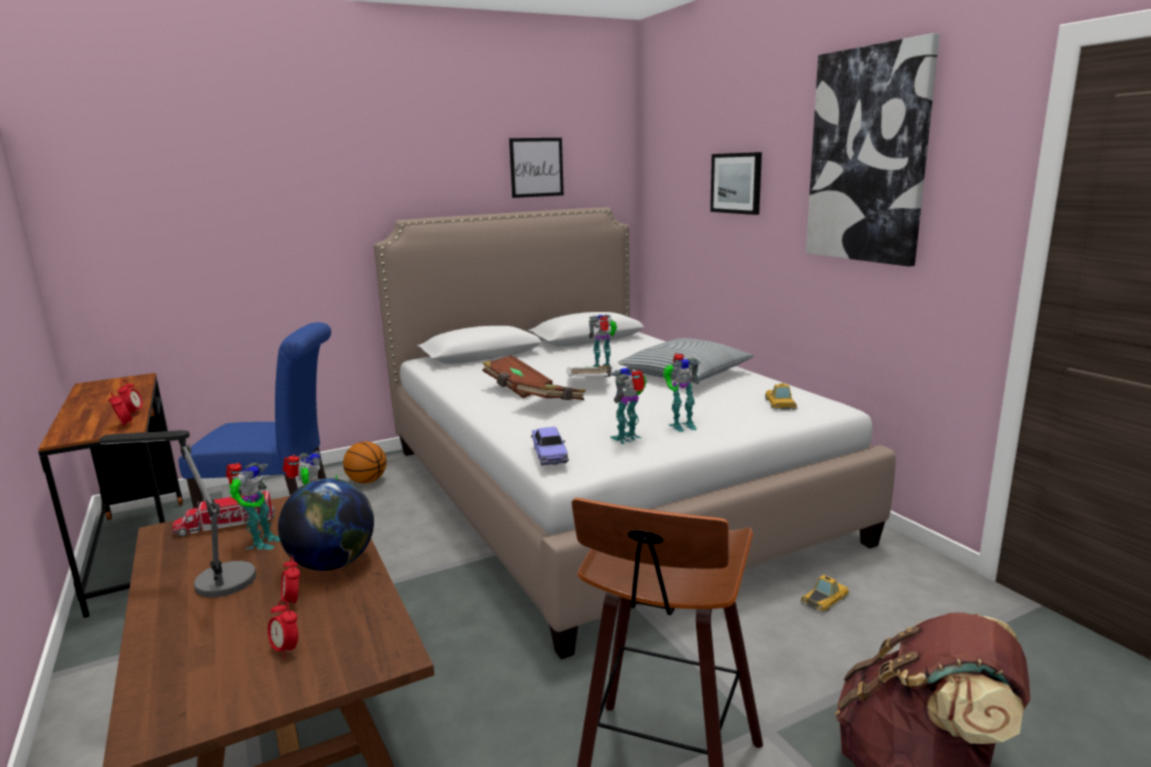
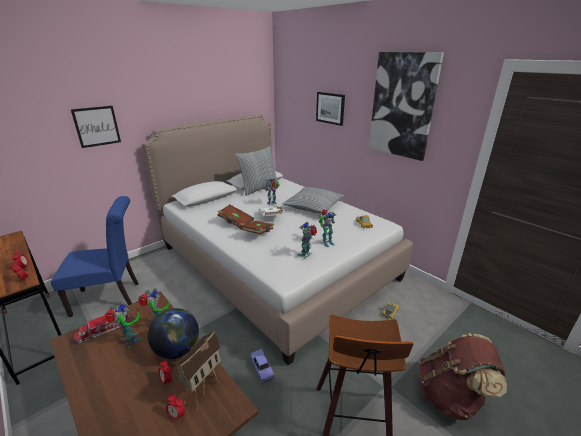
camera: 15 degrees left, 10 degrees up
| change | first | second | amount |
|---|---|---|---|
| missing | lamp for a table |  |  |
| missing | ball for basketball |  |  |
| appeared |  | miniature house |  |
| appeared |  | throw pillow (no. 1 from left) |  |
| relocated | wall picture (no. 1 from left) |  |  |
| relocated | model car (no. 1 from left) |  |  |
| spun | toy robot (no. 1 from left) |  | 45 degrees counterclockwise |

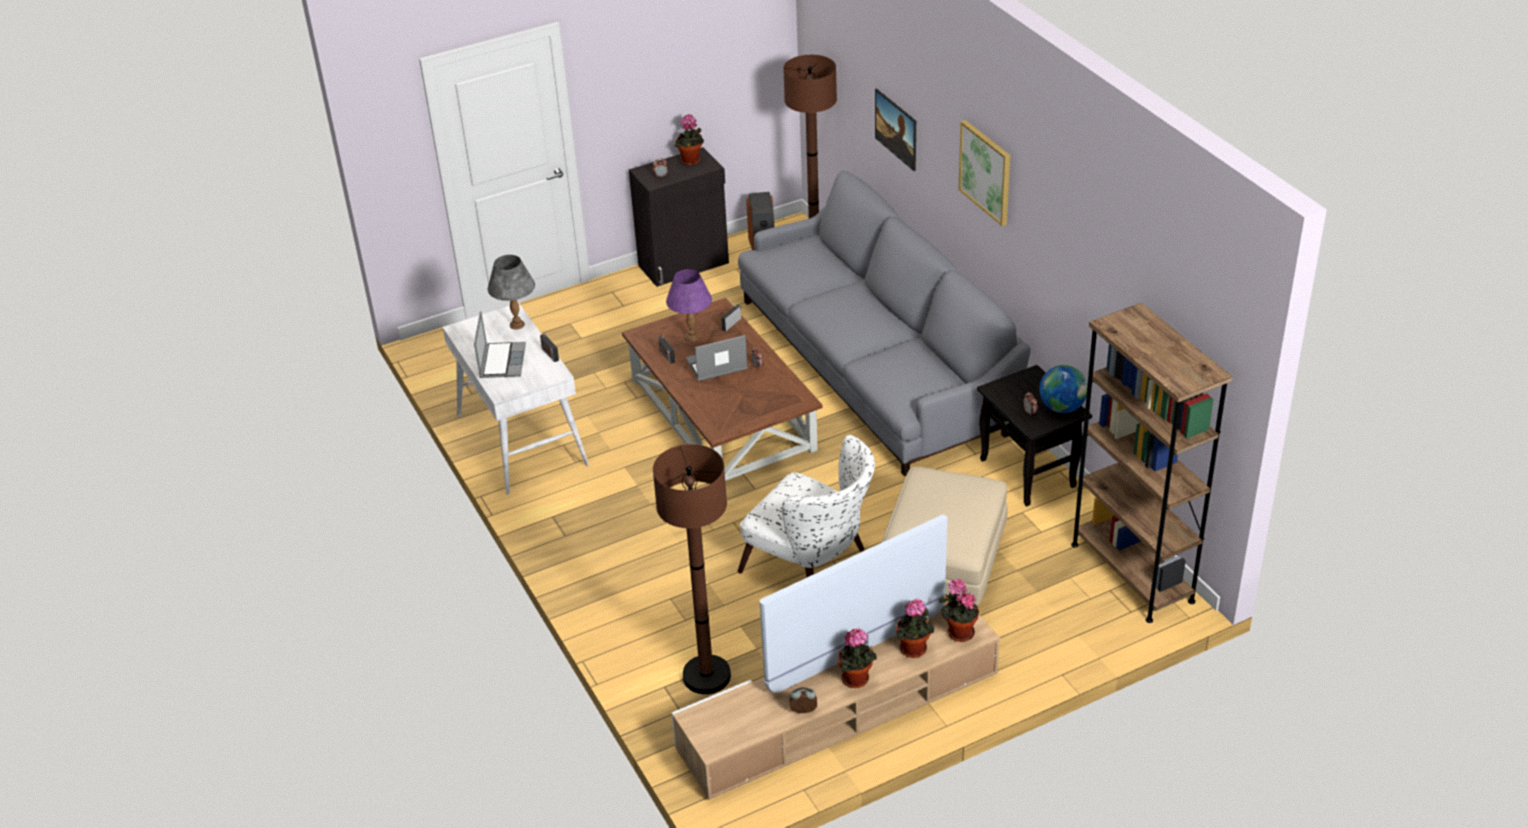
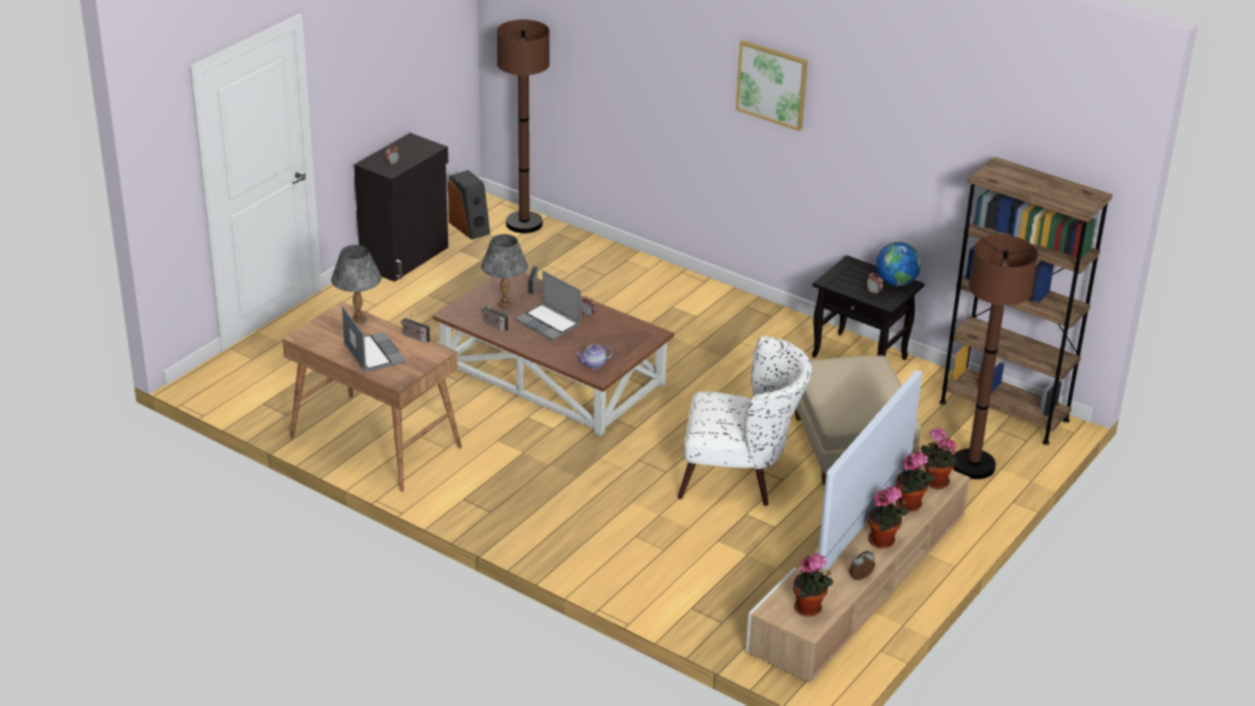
camera: 30 degrees left, 5 degrees down
| change | first | second | amount |
|---|---|---|---|
| missing | sofa (gray) |  |  |
| missing | wall picture (no. 1 from left) |  |  |
| appeared |  | teapot |  |
| relocated | standard lamp (brownish) (no. 1 from left in the first image) | standard lamp (brownish) (no. 2 from left) |  |
| relocated | plant in a pot (no. 1 from left) |  |  |
| colour | desk (white) | desk (brownish) |  |
| colour | lamp for a table (purple) | lamp for a table (gray) (no. 2 from left) |  |
| spun | laptop (no. 2 from left) |  | 90 degrees counterclockwise |

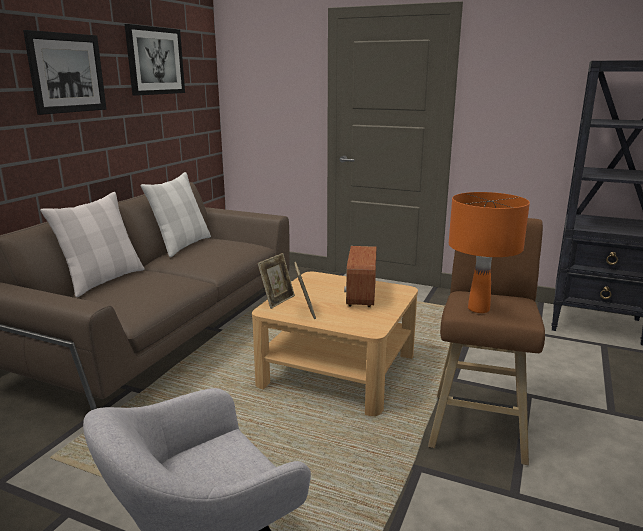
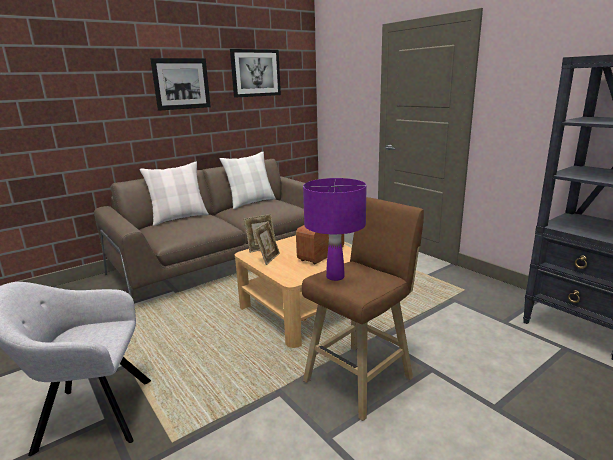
camera: 30 degrees right, 0 degrees up
| change | first | second | amount |
|---|---|---|---|
| colour | lamp for a table (orangey) | lamp for a table (purple) |  |

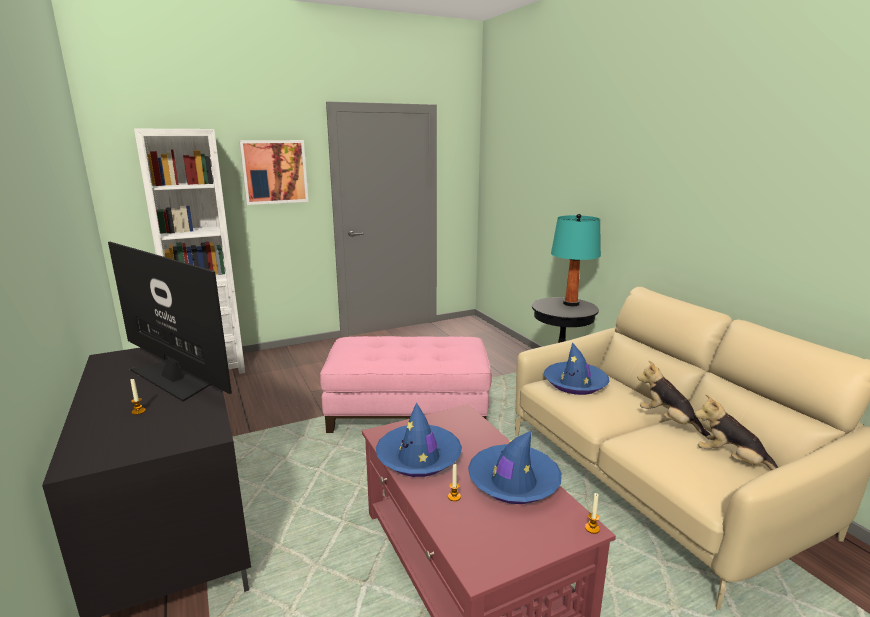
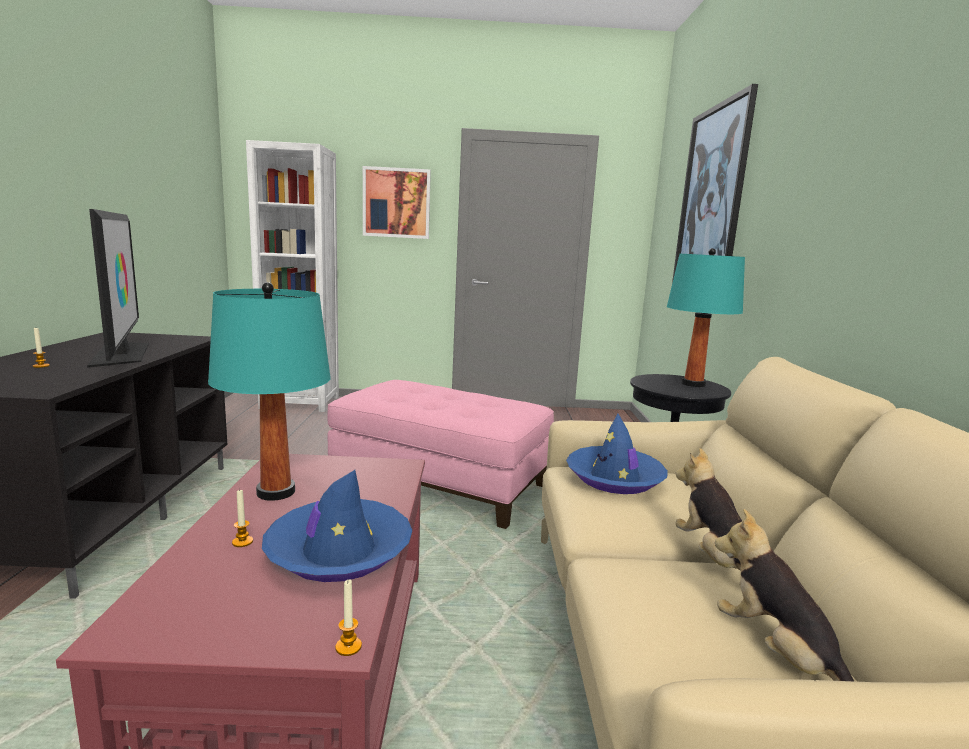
camera: 25 degrees right, 5 degrees down
| change | first | second | amount |
|---|---|---|---|
| appeared |  | wall picture (no. 2 from left) |  |
| exchanged | clothing hat (bluish) (no. 1 from left) | lamp for a table (turquoise-coloured) (no. 1 from left) |  |

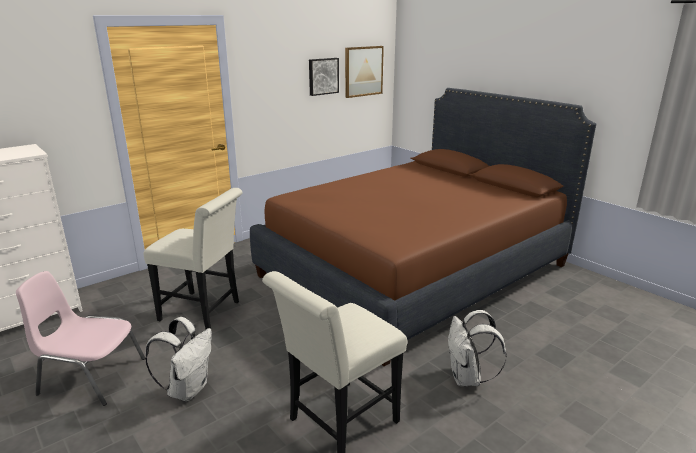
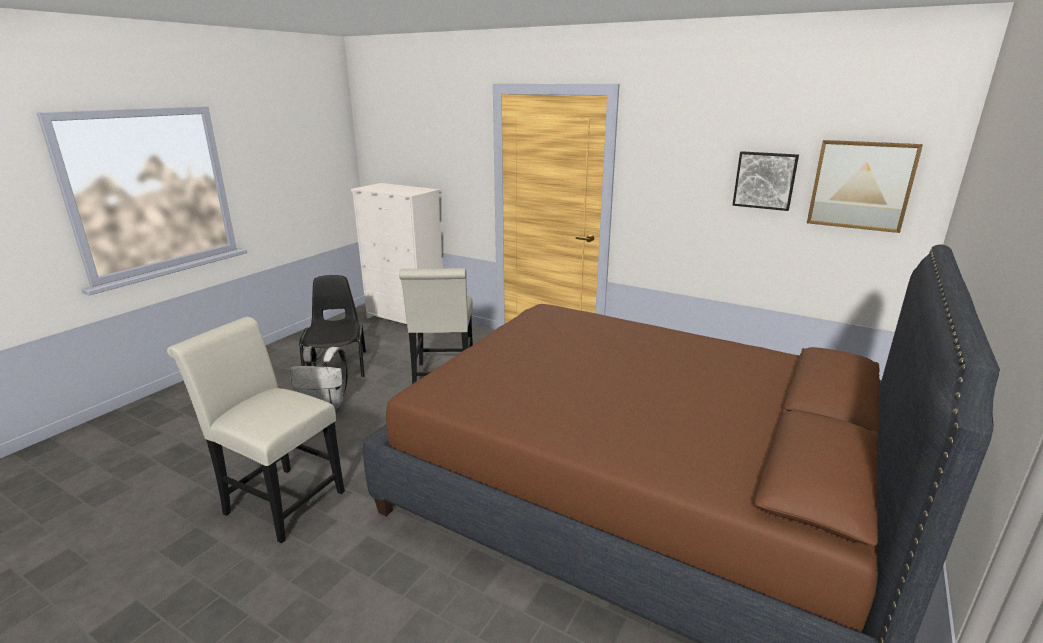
camera: 70 degrees right, 0 degrees up
| change | first | second | amount |
|---|---|---|---|
| missing | backpack (white) (no. 2 from left) |  |  |
| colour | chair (pinkish) | chair (black-coloured) |  |

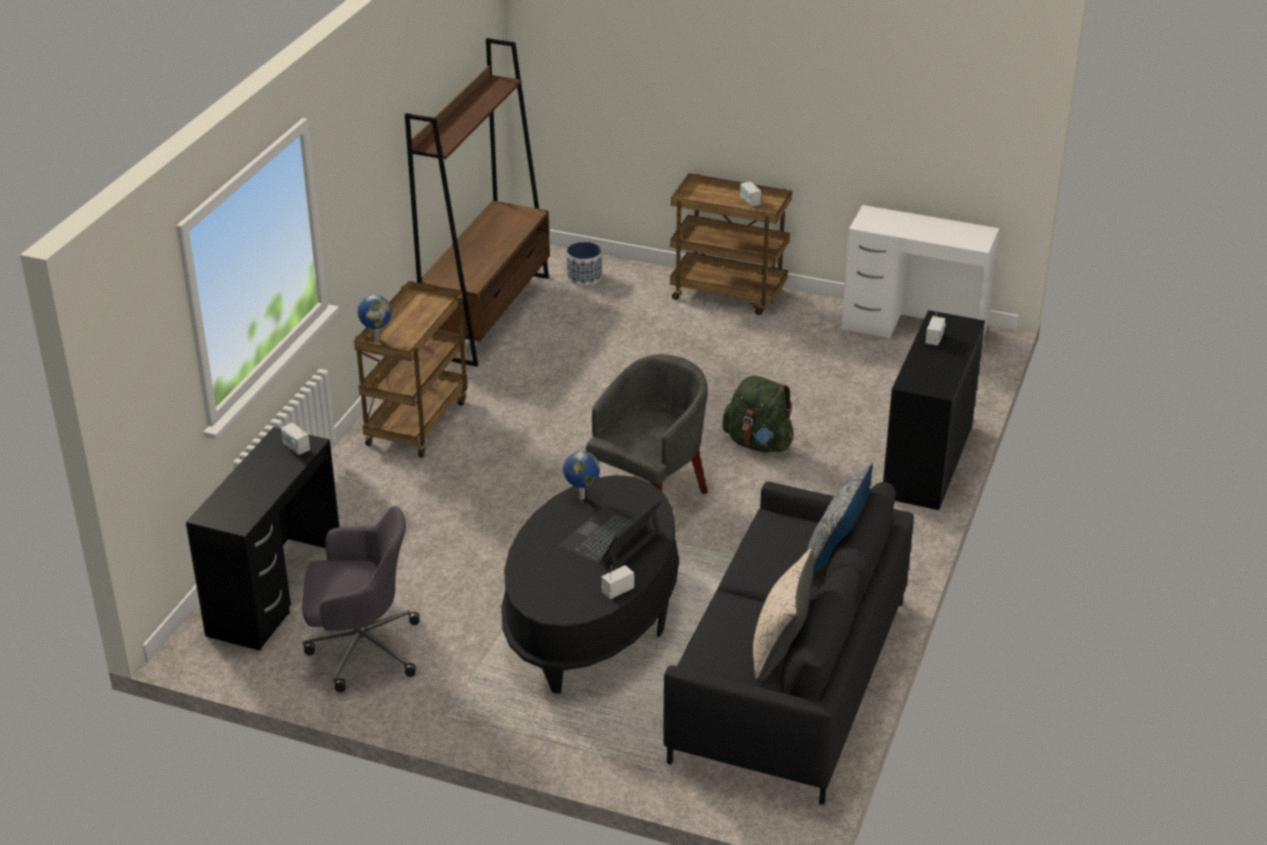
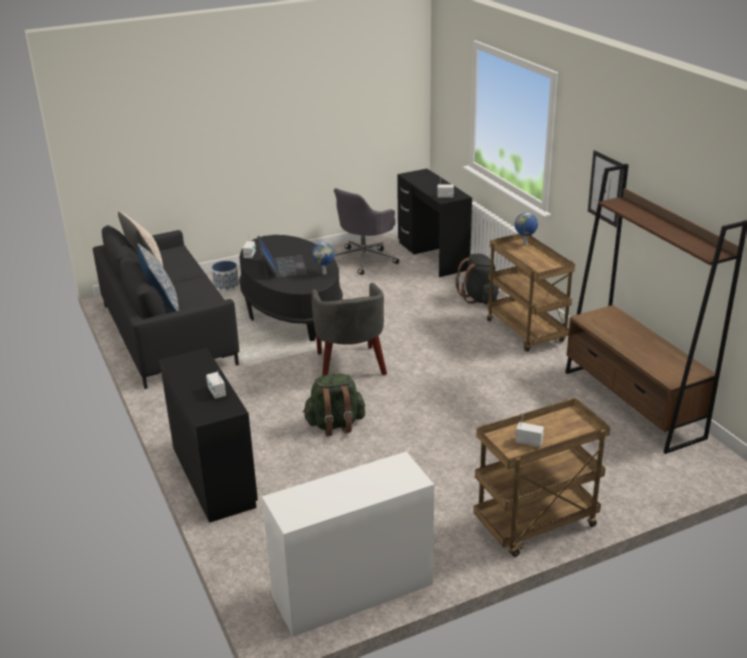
camera: 135 degrees right, 5 degrees down
| change | first | second | amount |
|---|---|---|---|
| appeared |  | backpack (black-coloured) |  |
| appeared |  | wall picture |  |
| relocated | plant pot |  |  |

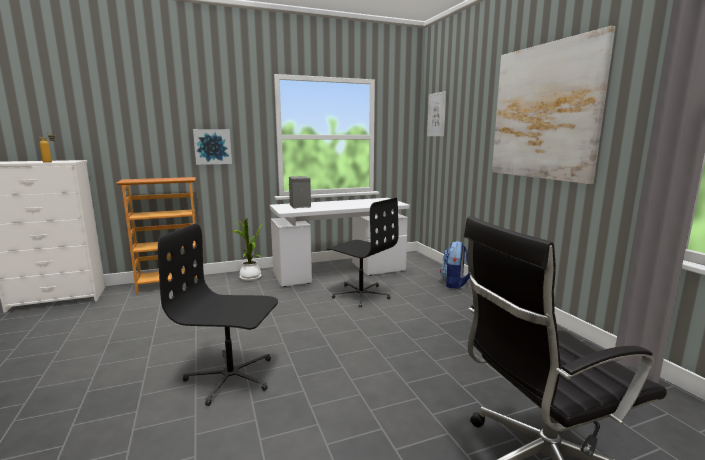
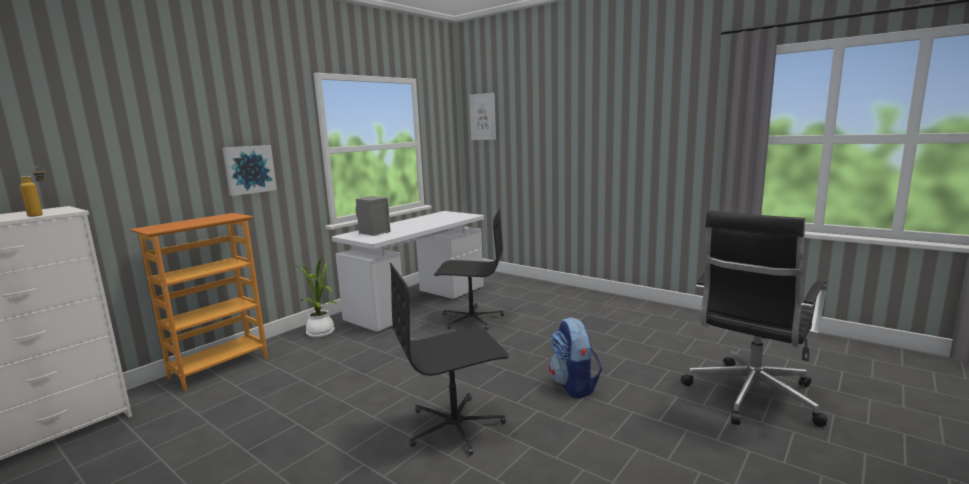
camera: 30 degrees left, 0 degrees up
| change | first | second | amount |
|---|---|---|---|
| missing | wall picture (no. 3 from left) |  |  |
| relocated | backpack |  |  |

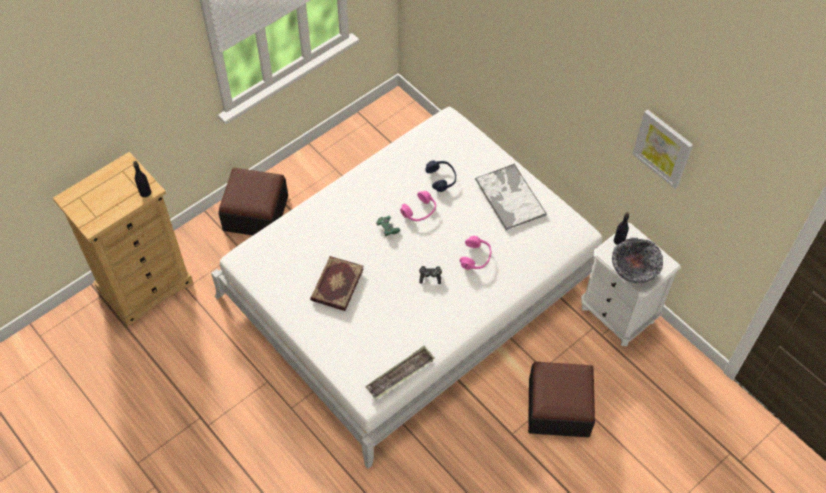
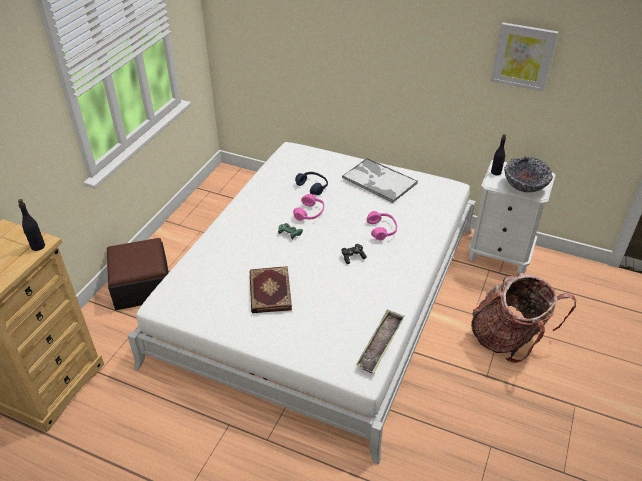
camera: 25 degrees left, 15 degrees down
| change | first | second | amount |
|---|---|---|---|
| exchanged | ottoman (no. 2 from left) | backpack |  |

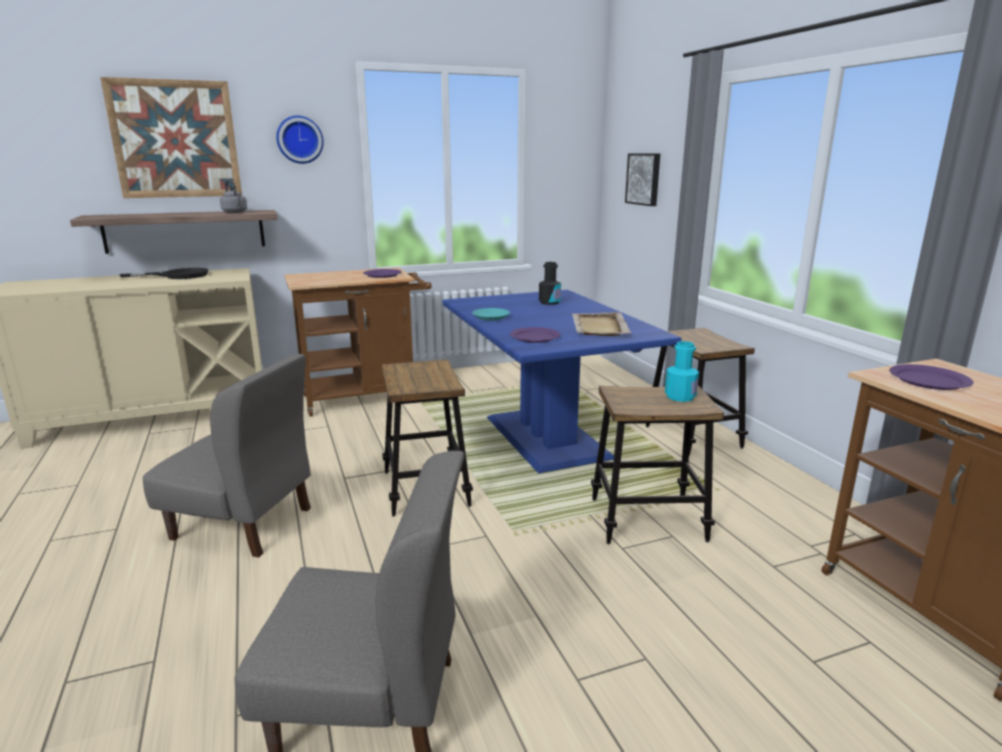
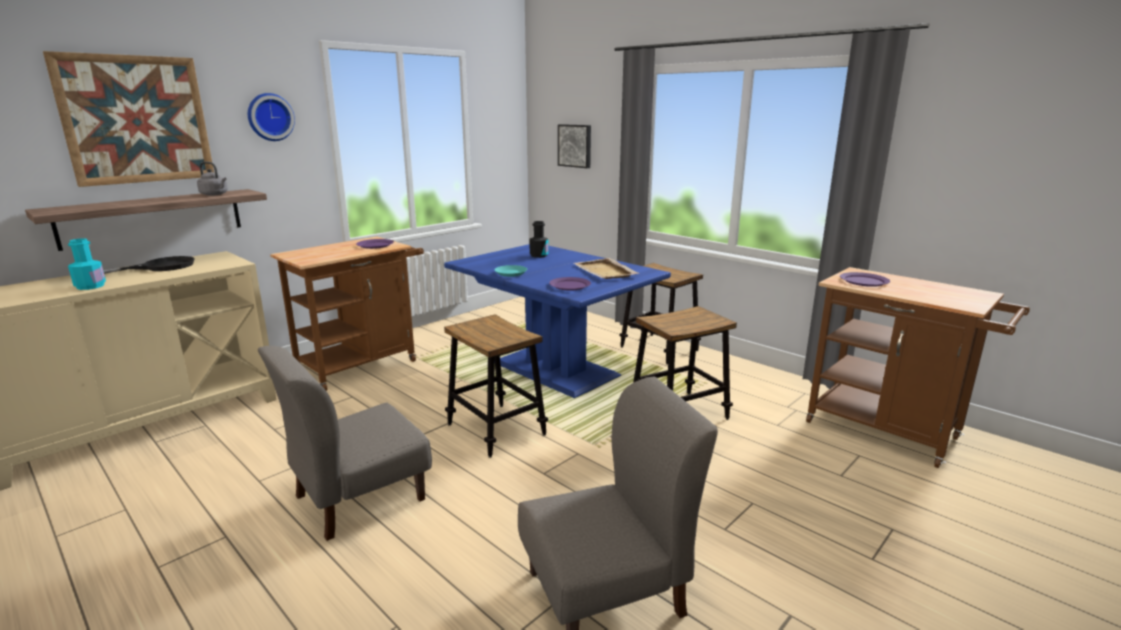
camera: 25 degrees left, 0 degrees up
| change | first | second | amount |
|---|---|---|---|
| relocated | drink bottle (turquoise-coloured) |  |  |
| spun | chair (gray) (no. 1 from left) |  | 150 degrees clockwise |

